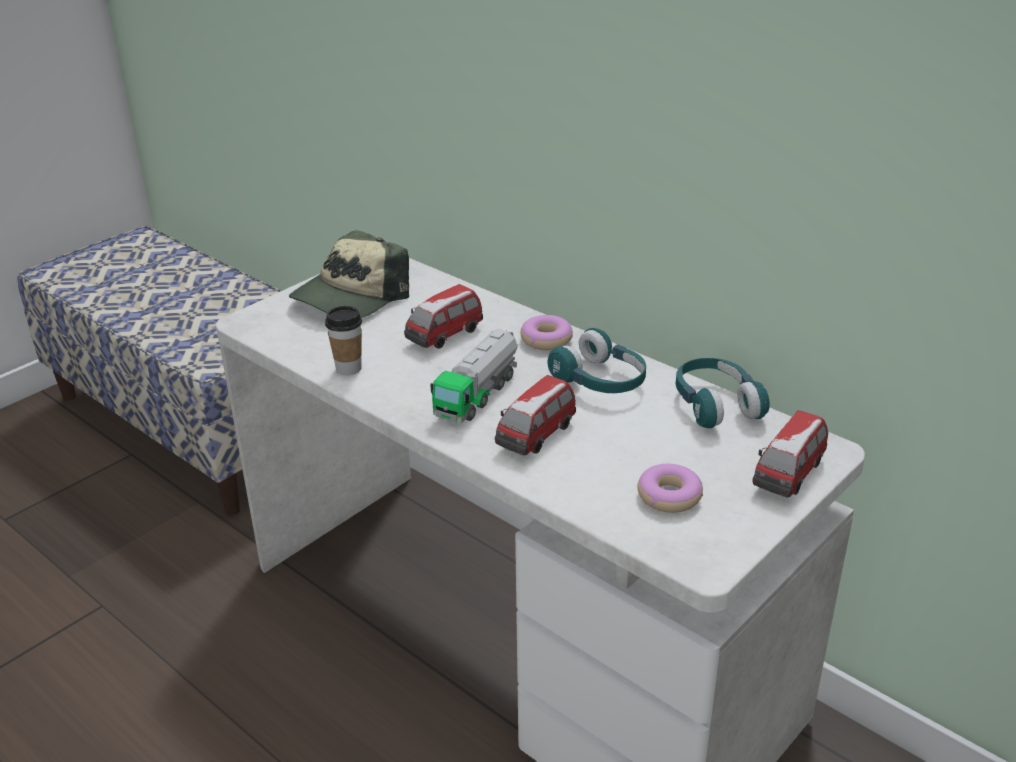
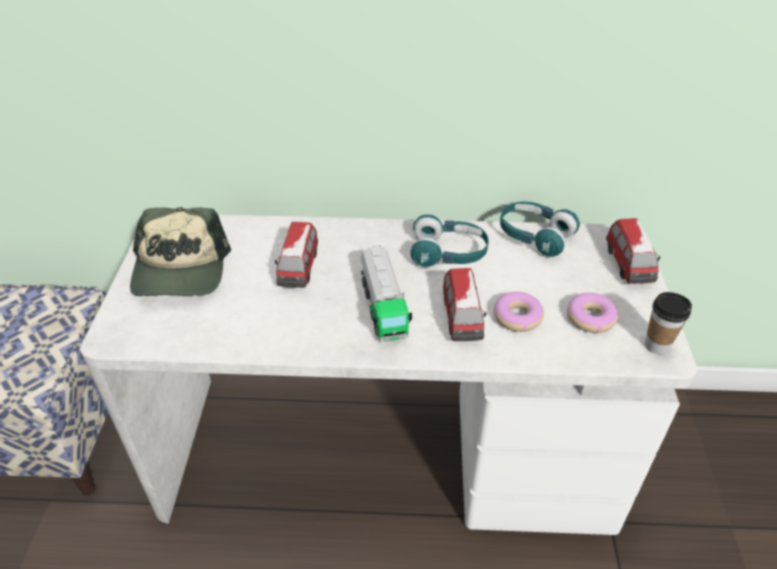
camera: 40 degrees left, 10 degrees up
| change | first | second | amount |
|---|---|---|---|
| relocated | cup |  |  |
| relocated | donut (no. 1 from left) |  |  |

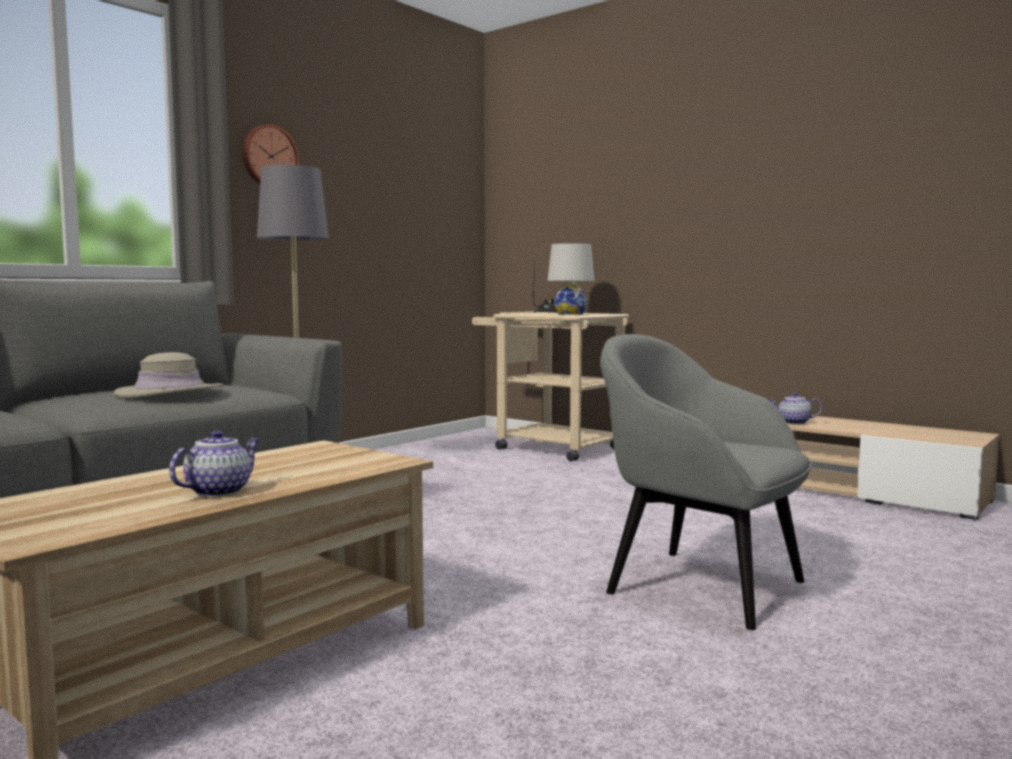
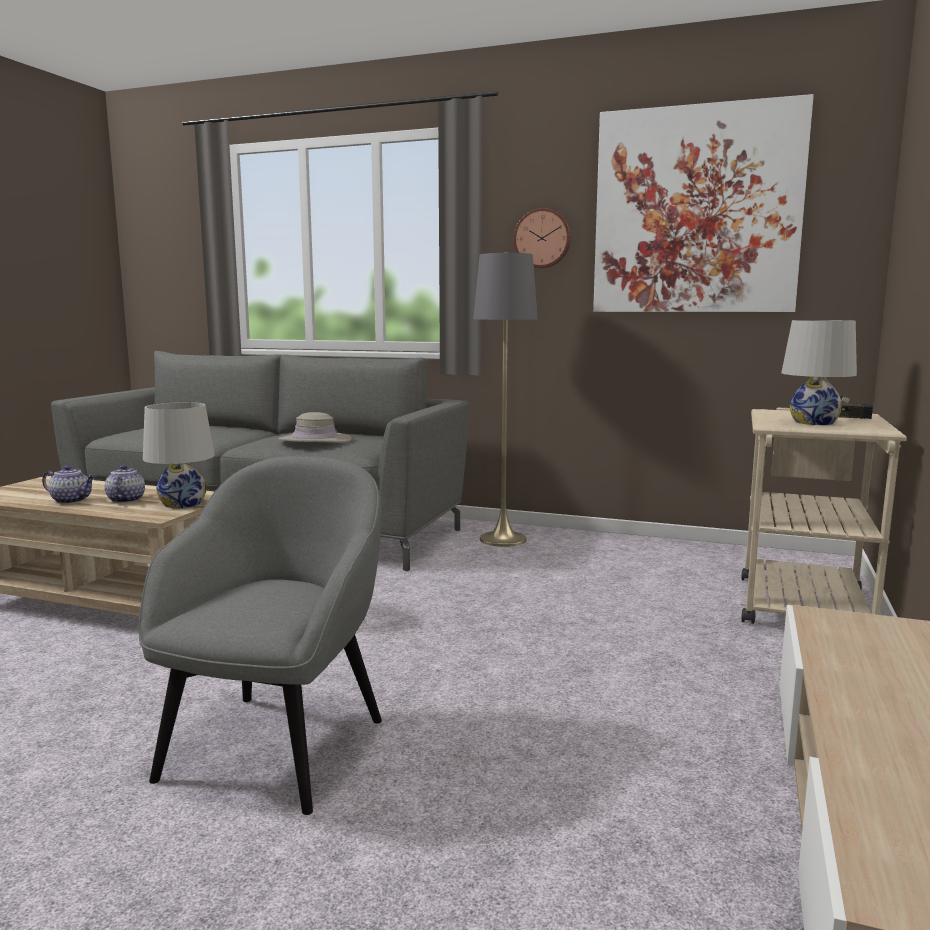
camera: 70 degrees right, 5 degrees up
| change | first | second | amount |
|---|---|---|---|
| appeared |  | lamp for a table (white) (no. 1 from left) |  |
| appeared |  | wall picture |  |
| relocated | teapot (no. 2 from left) |  |  |

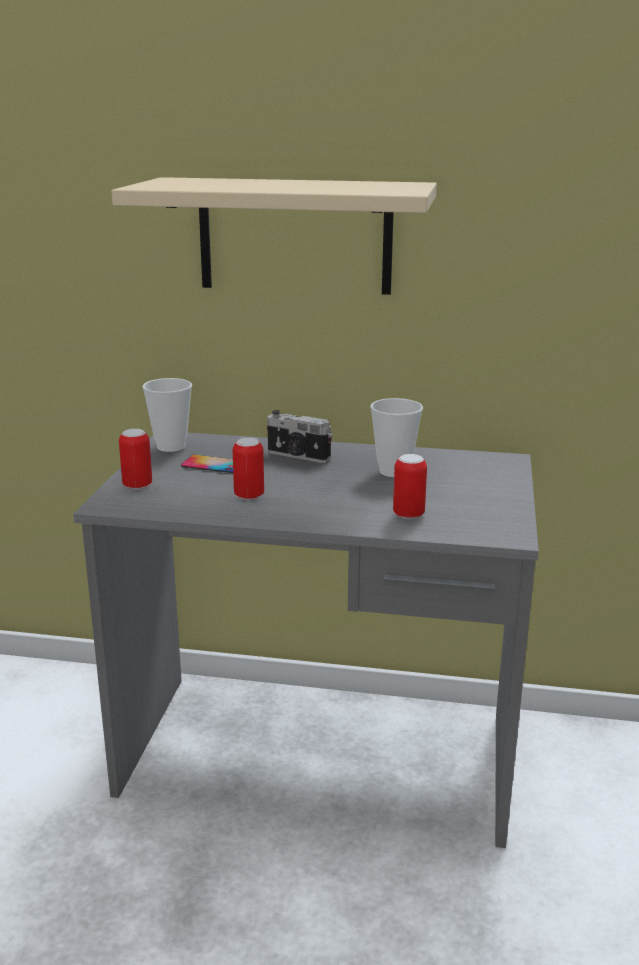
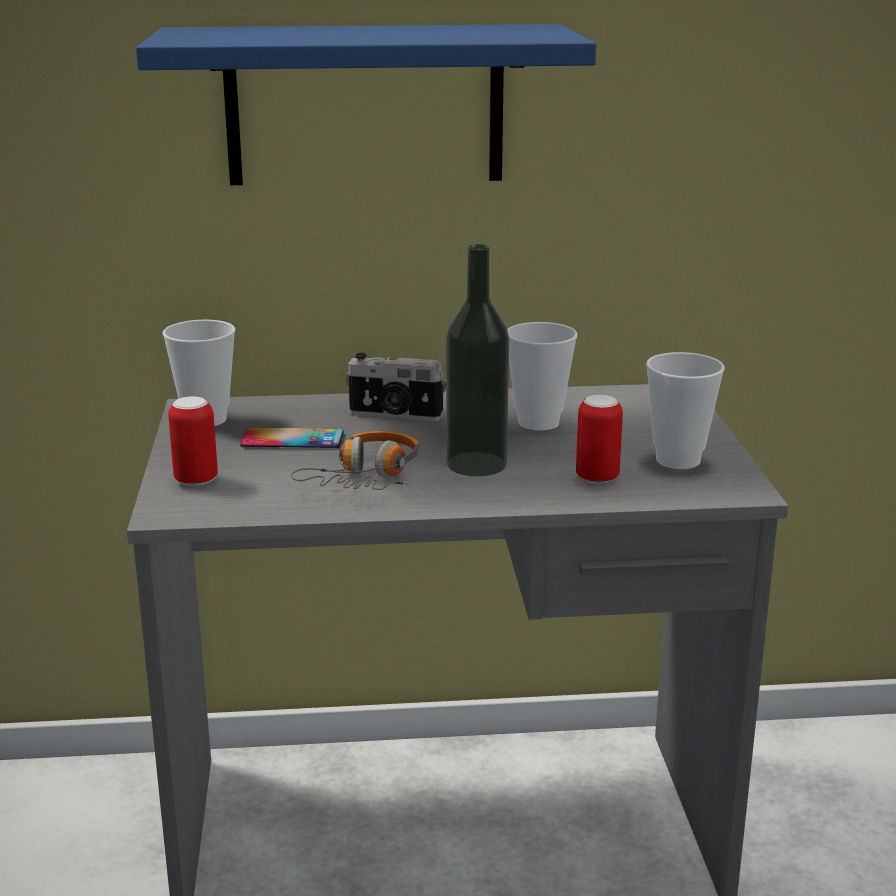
camera: 15 degrees left, 0 degrees up
| change | first | second | amount |
|---|---|---|---|
| appeared |  | drink bottle |  |
| appeared |  | cup (no. 3 from left) |  |
| exchanged | sealed can (no. 2 from left) | headphones |  |
| colour | shelf (beige) | shelf (bluish) |  |

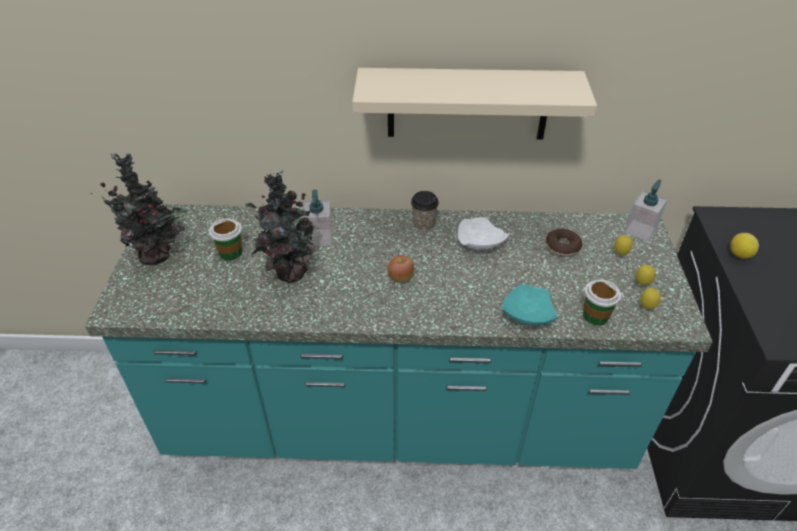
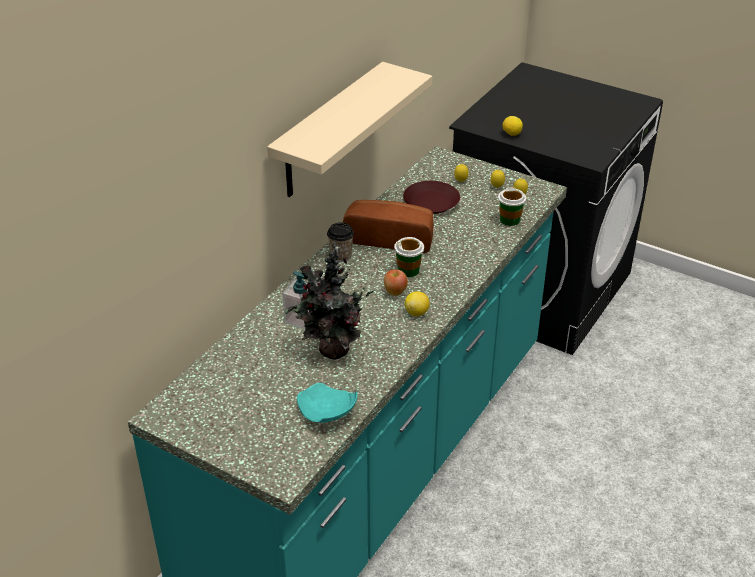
camera: 60 degrees left, 5 degrees down
| change | first | second | amount |
|---|---|---|---|
| missing | plant in a pot (no. 1 from left) |  |  |
| missing | liquid soap bottle (no. 2 from left) |  |  |
| appeared |  | citrus fruit (no. 1 from left) |  |
| relocated | cup (no. 1 from left in the first image) | cup (no. 2 from left) |  |
| relocated | flat dish (turquoise-coloured) |  |  |
| exchanged | flat dish (white) | bread |  |
| exchanged | donut | flat dish (brownish) |  |

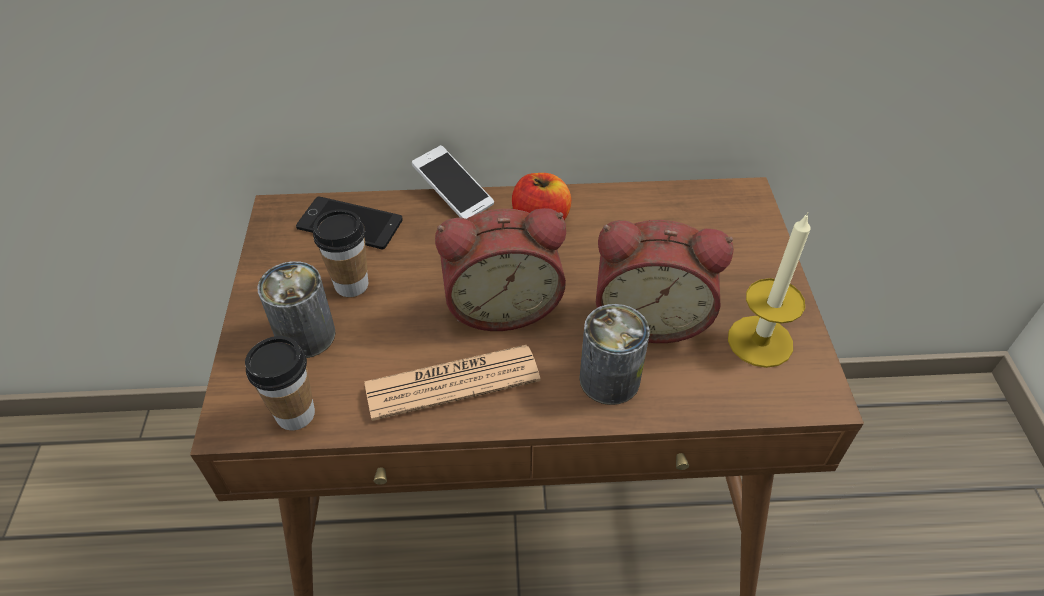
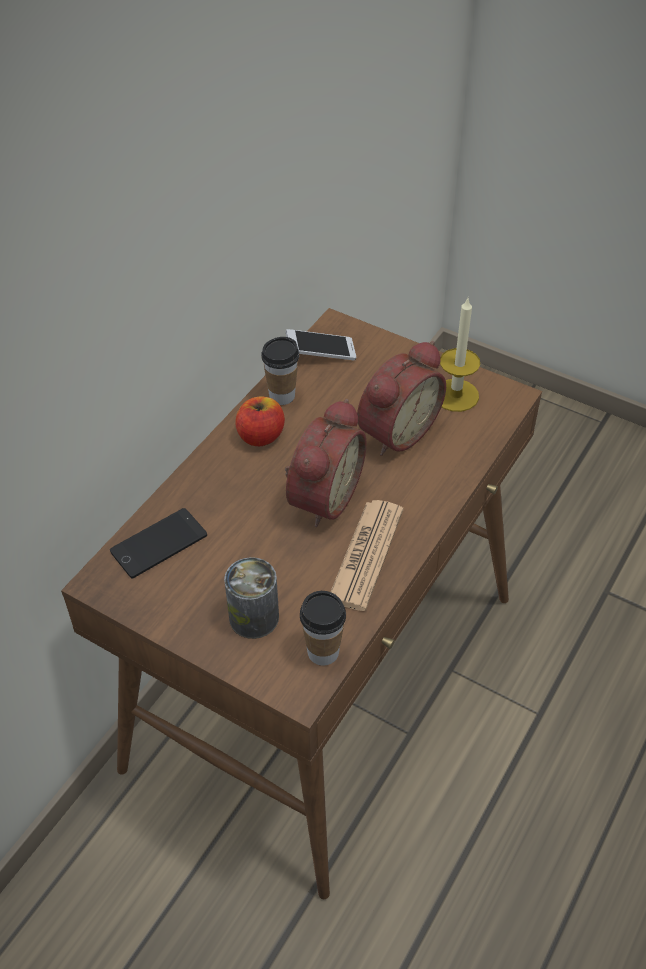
camera: 55 degrees left, 0 degrees up
| change | first | second | amount |
|---|---|---|---|
| missing | sealed can (no. 2 from left) |  |  |
| relocated | cup (no. 2 from left in the first image) | cup (no. 1 from left) |  |
| relocated | phone (no. 2 from left) |  |  |

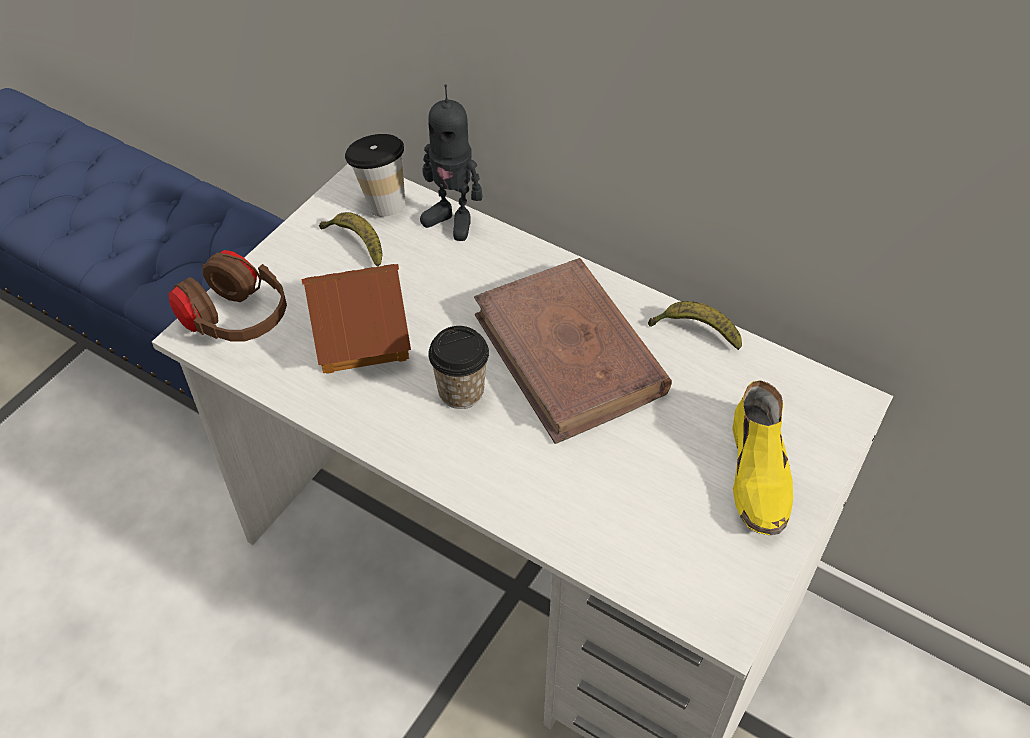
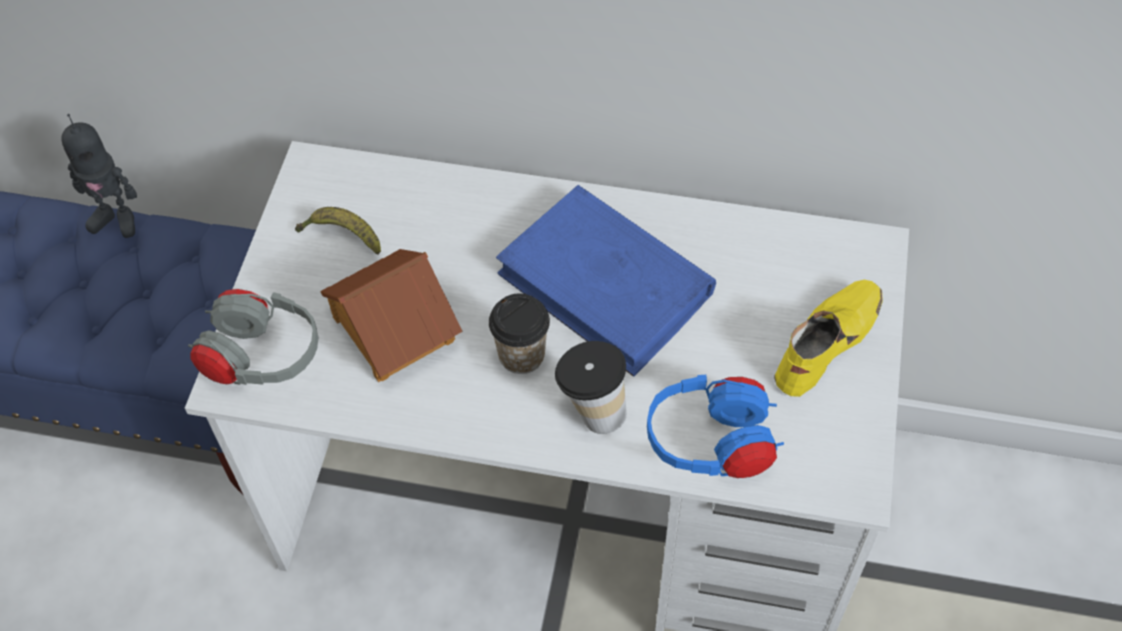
camera: 20 degrees left, 5 degrees up
| change | first | second | amount |
|---|---|---|---|
| missing | whole banana (no. 2 from left) |  |  |
| appeared |  | headphones (bluish) |  |
| relocated | cup (no. 1 from left in the first image) | cup (no. 2 from left) |  |
| relocated | toy robot |  |  |
| colour | headphones (brownish) | headphones (gray) |  |
| colour | volume (brownish) | volume (bluish) |  |
| spun | low shoe (yellow) |  | 120 degrees counterclockwise |

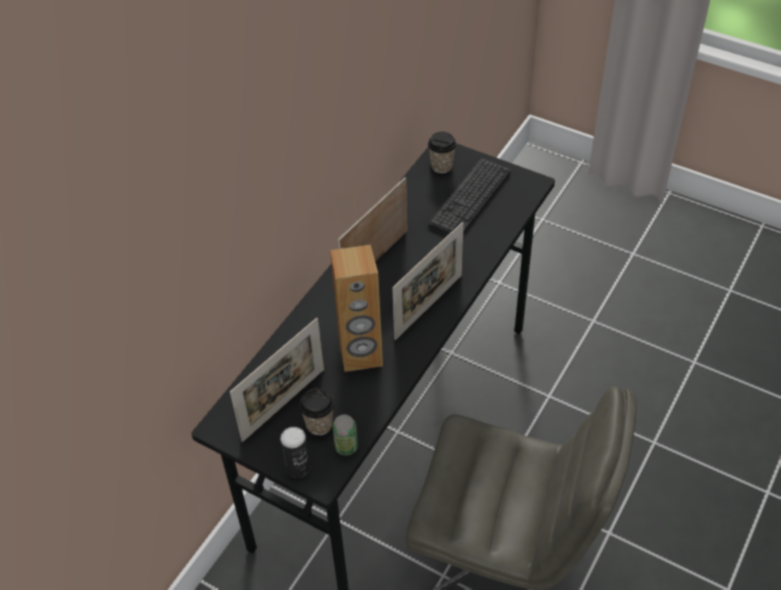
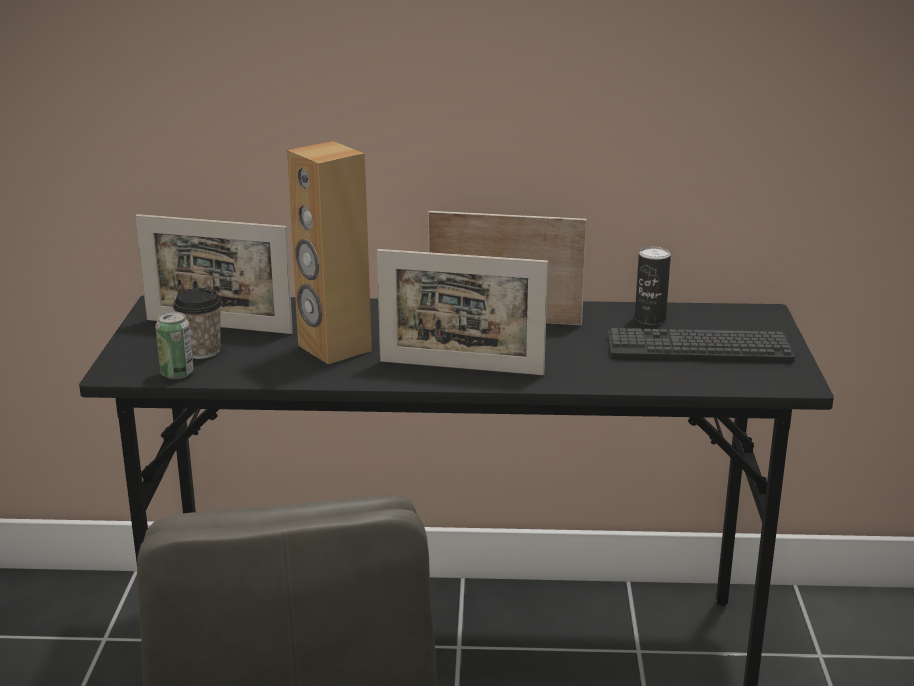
camera: 60 degrees right, 25 degrees down
| change | first | second | amount |
|---|---|---|---|
| missing | cup (no. 2 from left) |  |  |
| relocated | sealed can (no. 1 from left in the first image) | sealed can (no. 2 from left) |  |

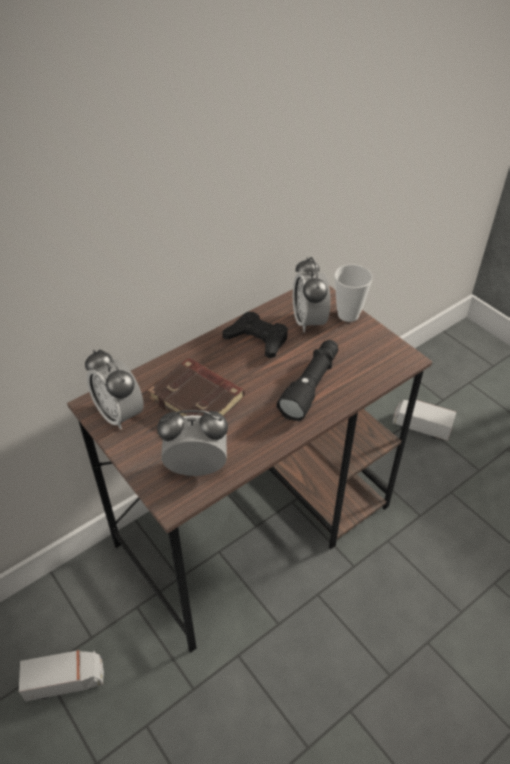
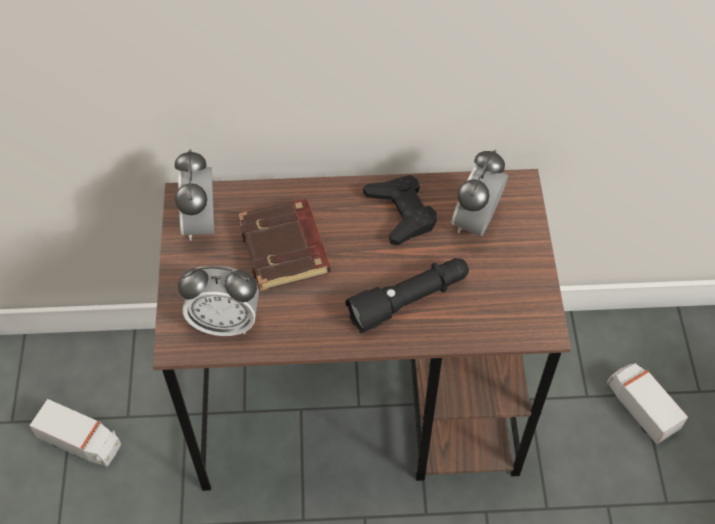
camera: 35 degrees right, 10 degrees up
| change | first | second | amount |
|---|---|---|---|
| missing | cup |  |  |
| spun | table clock (no. 2 from left) |  | 150 degrees clockwise |

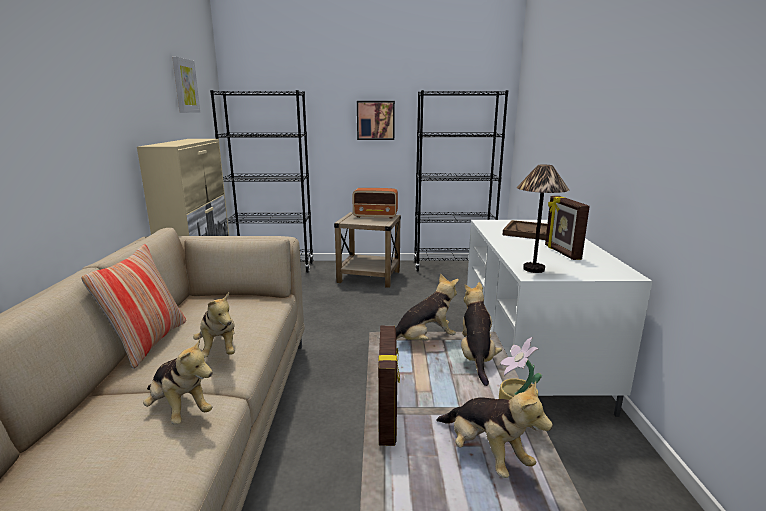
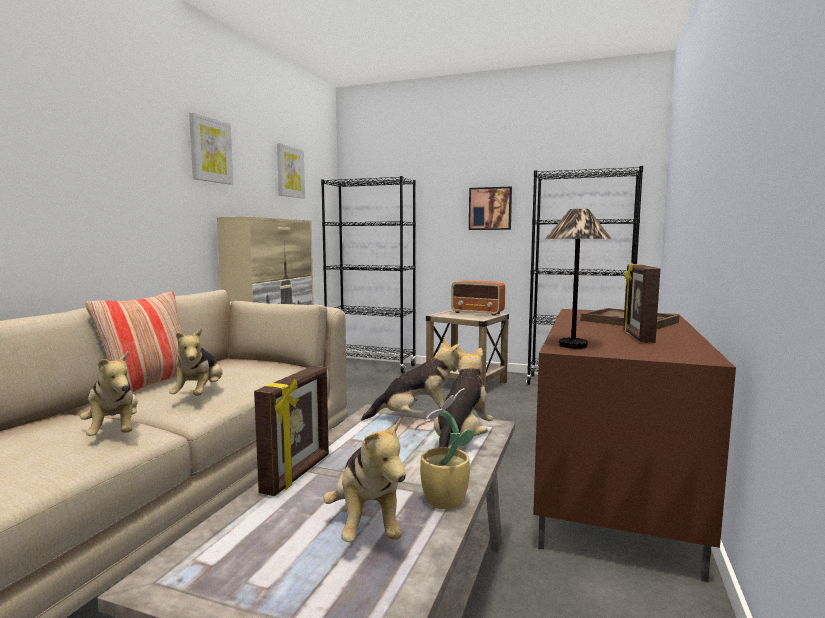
camera: 20 degrees right, 10 degrees down
| change | first | second | amount |
|---|---|---|---|
| appeared |  | wall picture (no. 1 from left) |  |
| colour | media console (white) | media console (brownish) |  |

